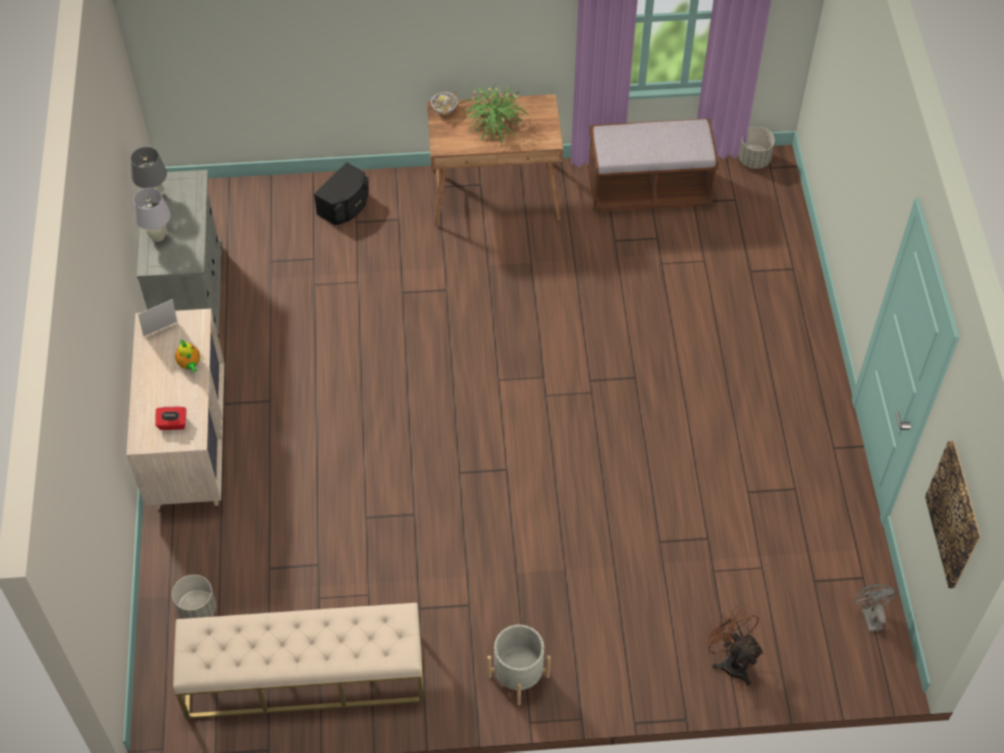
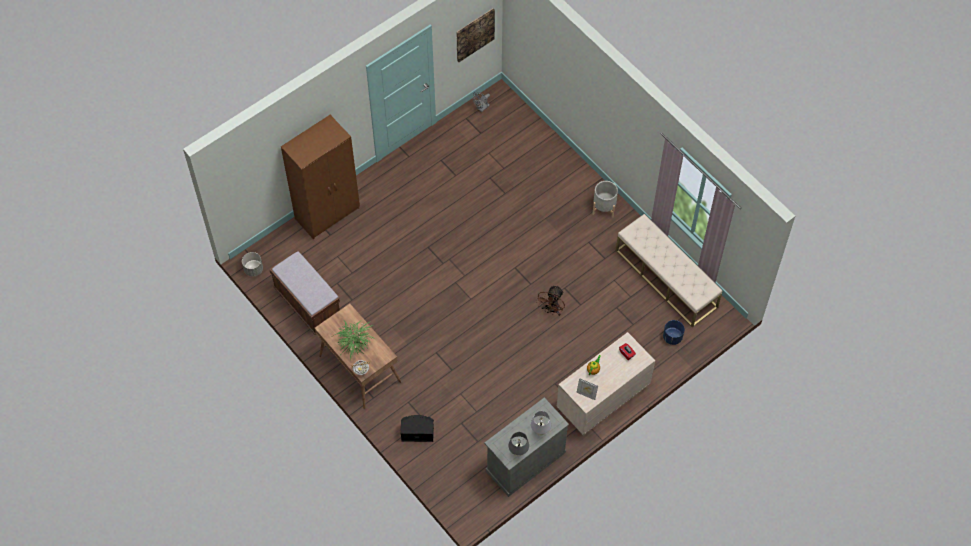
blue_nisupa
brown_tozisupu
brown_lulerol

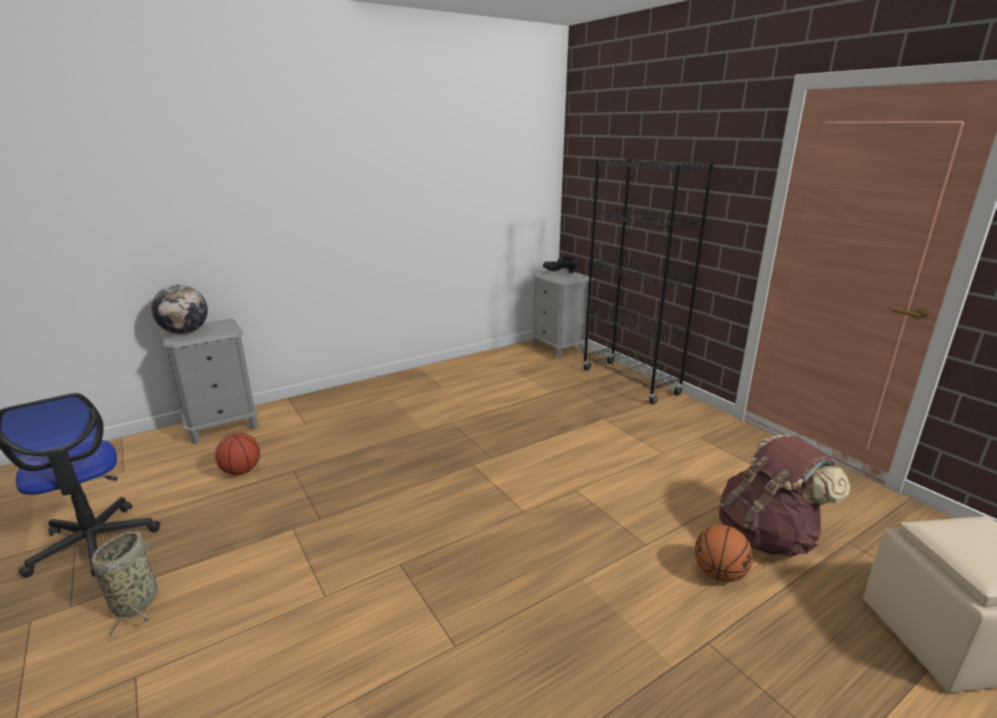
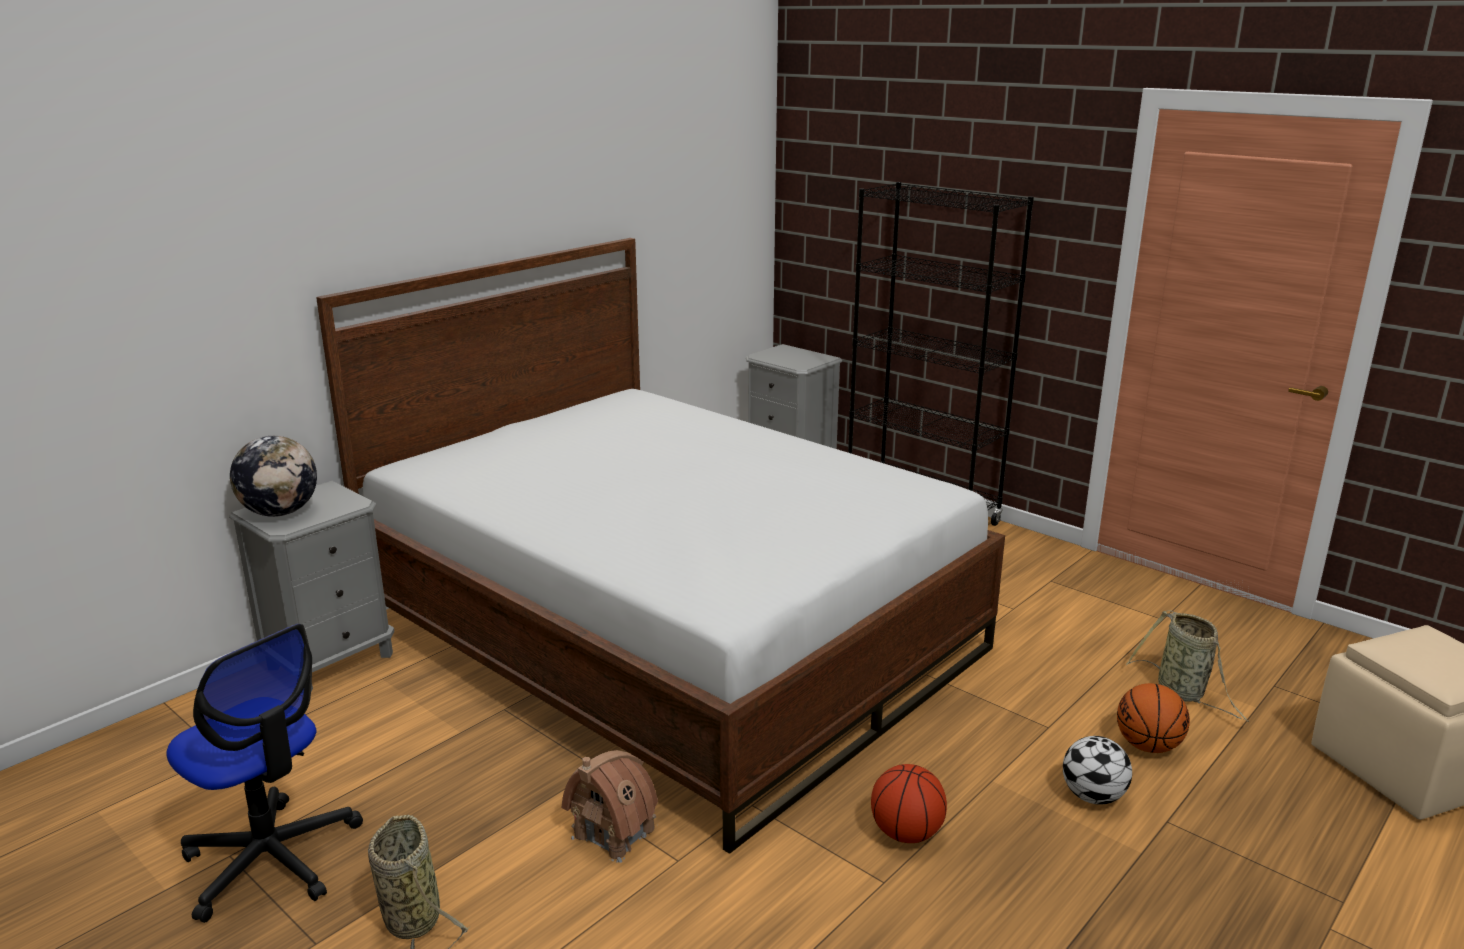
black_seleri
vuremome (1st from left)
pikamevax (2nd from left)
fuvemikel
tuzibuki
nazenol

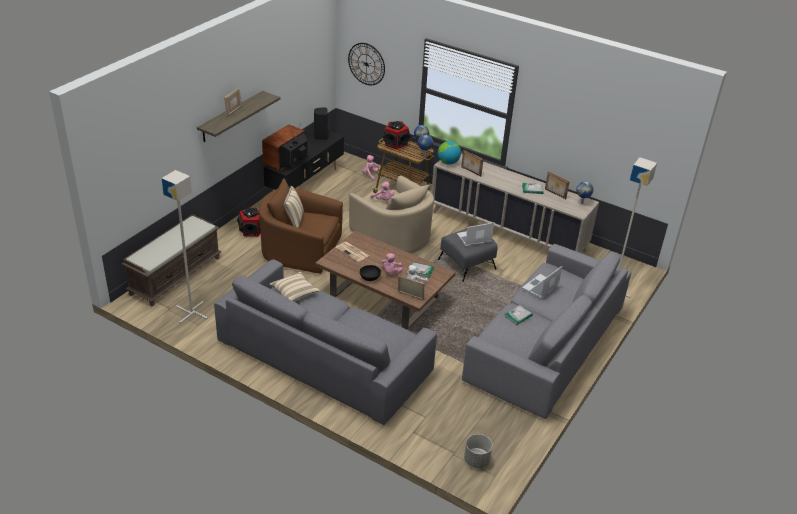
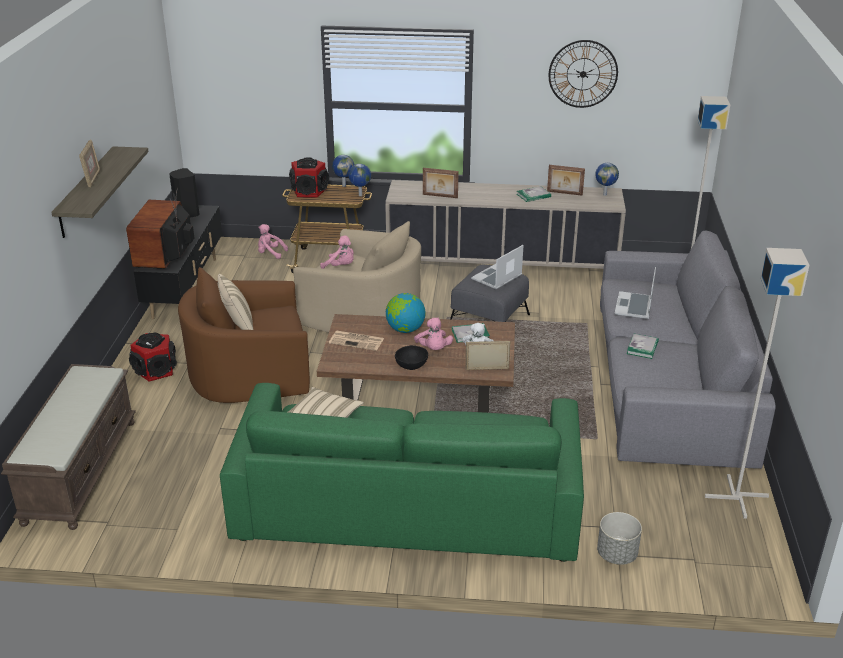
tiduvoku
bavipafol (3rd from left)
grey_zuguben (2nd from left)
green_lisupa
grey_nisupa

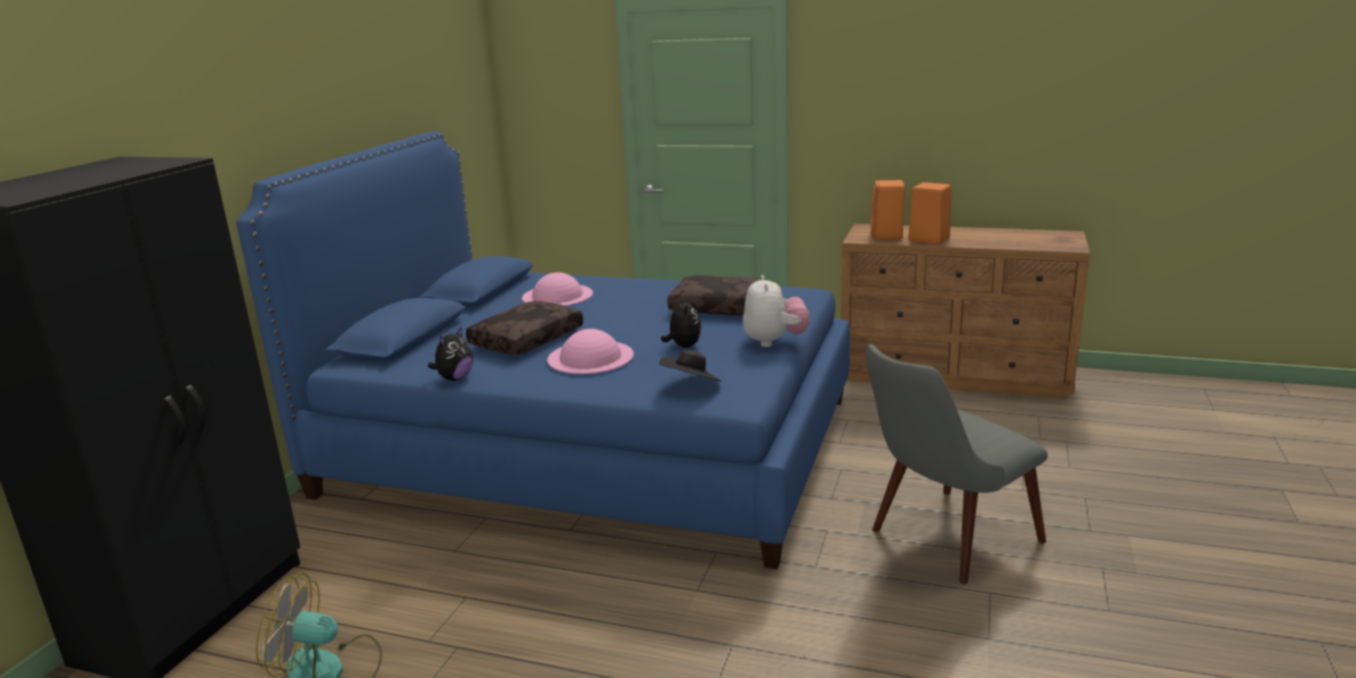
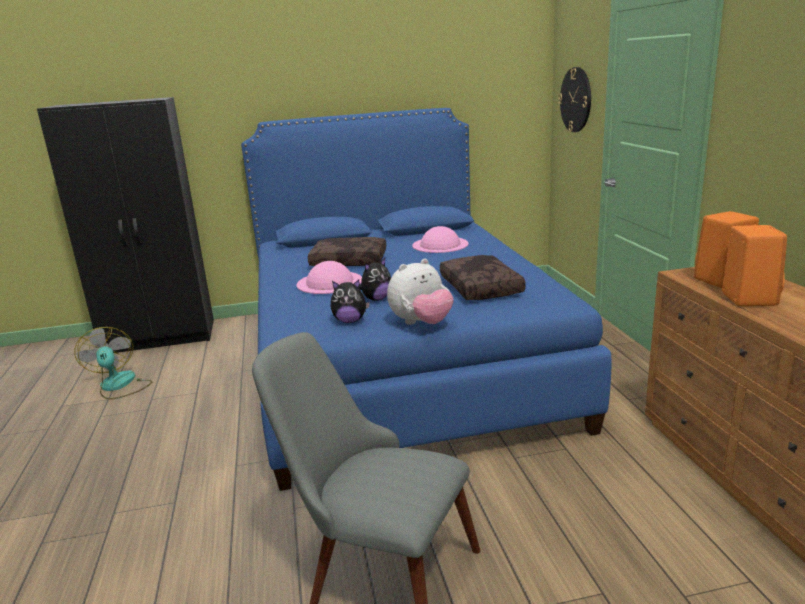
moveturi (1st from left)
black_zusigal
tiduvoku

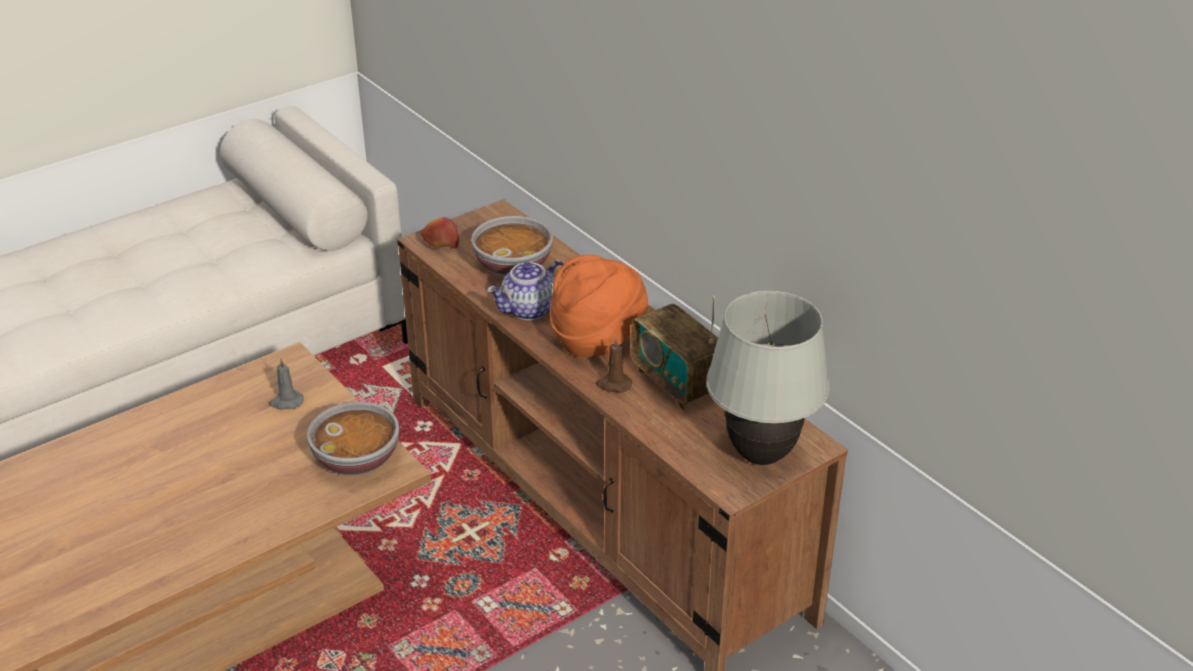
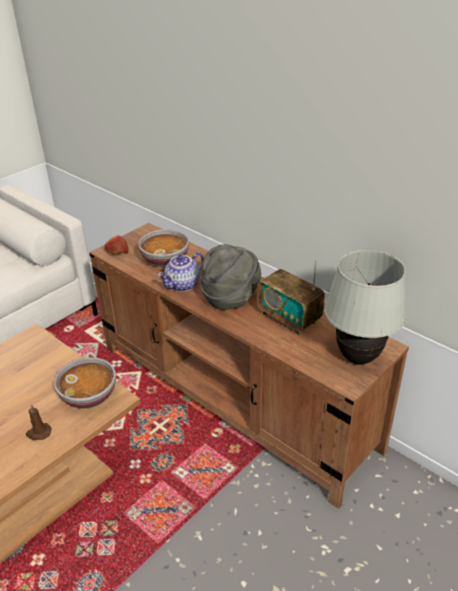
grey_zusigal
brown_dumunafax
grey_dumunafax

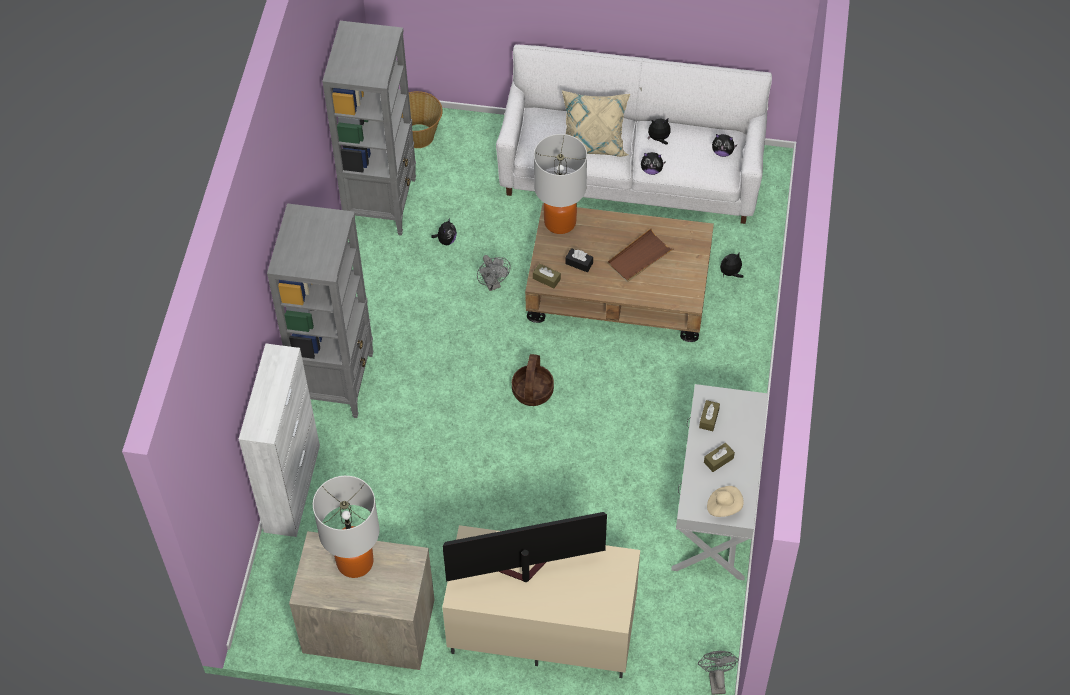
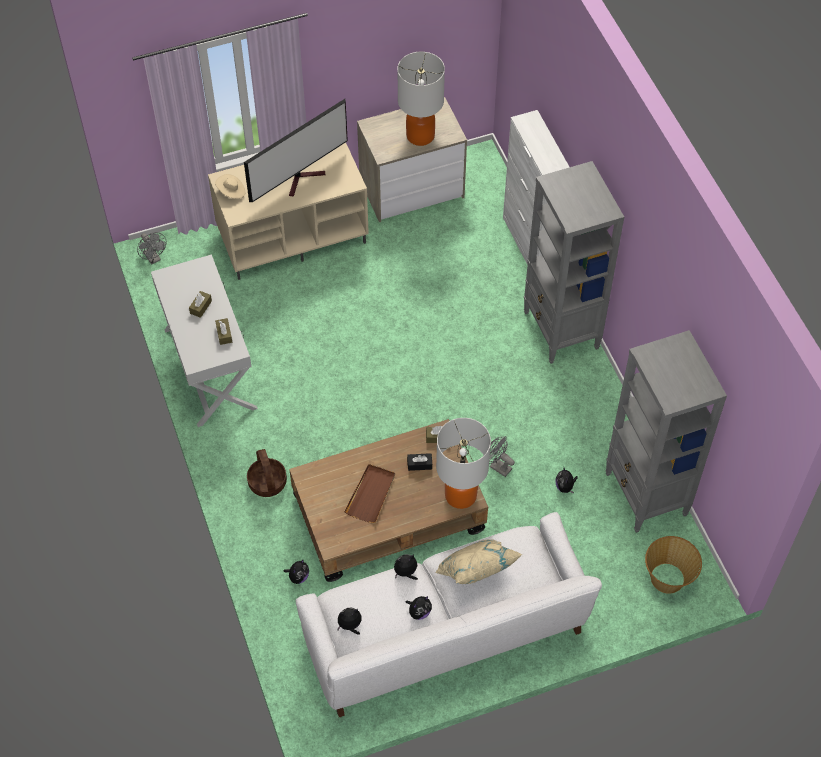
pikamevax (1st from left)
beige_zusigal

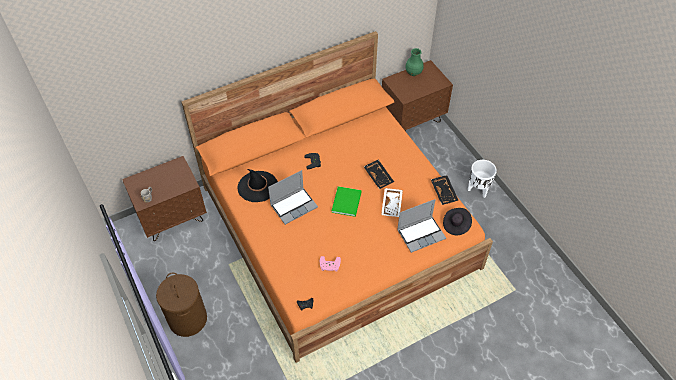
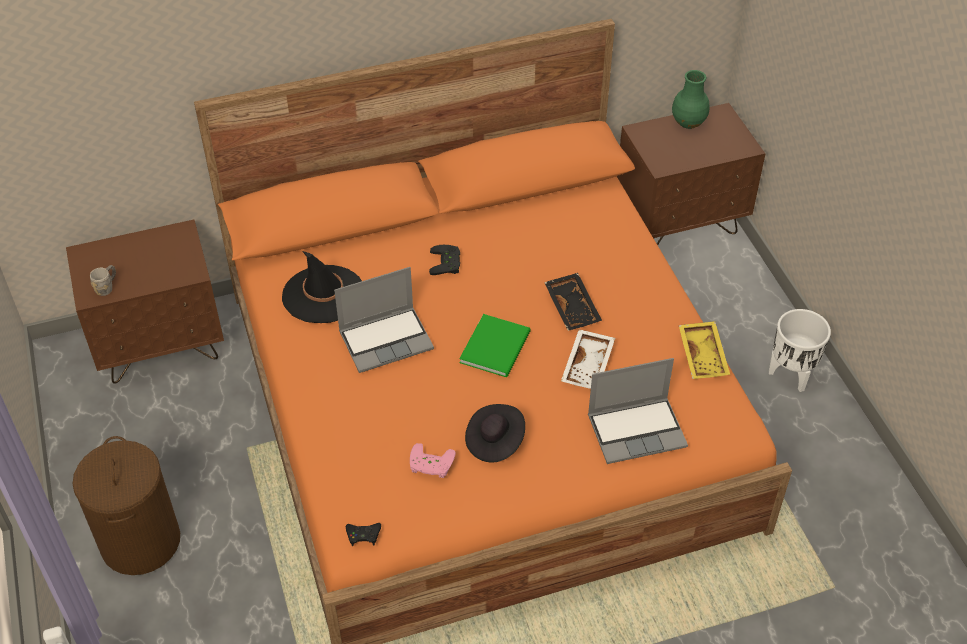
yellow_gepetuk
black_zusigal (2nd from left)

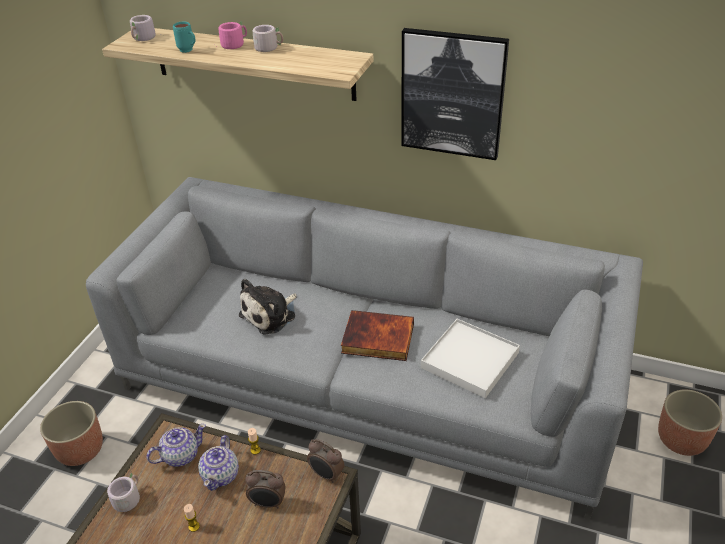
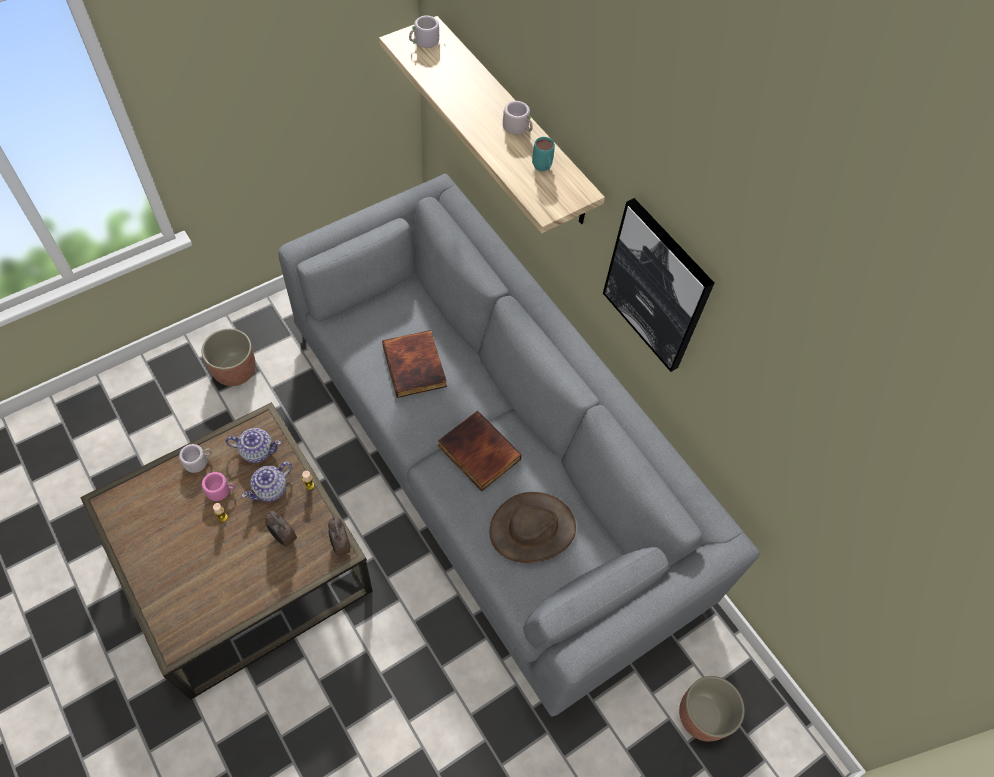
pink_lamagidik
turquoise_lamagidik
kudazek (1st from left)
brown_zusigal

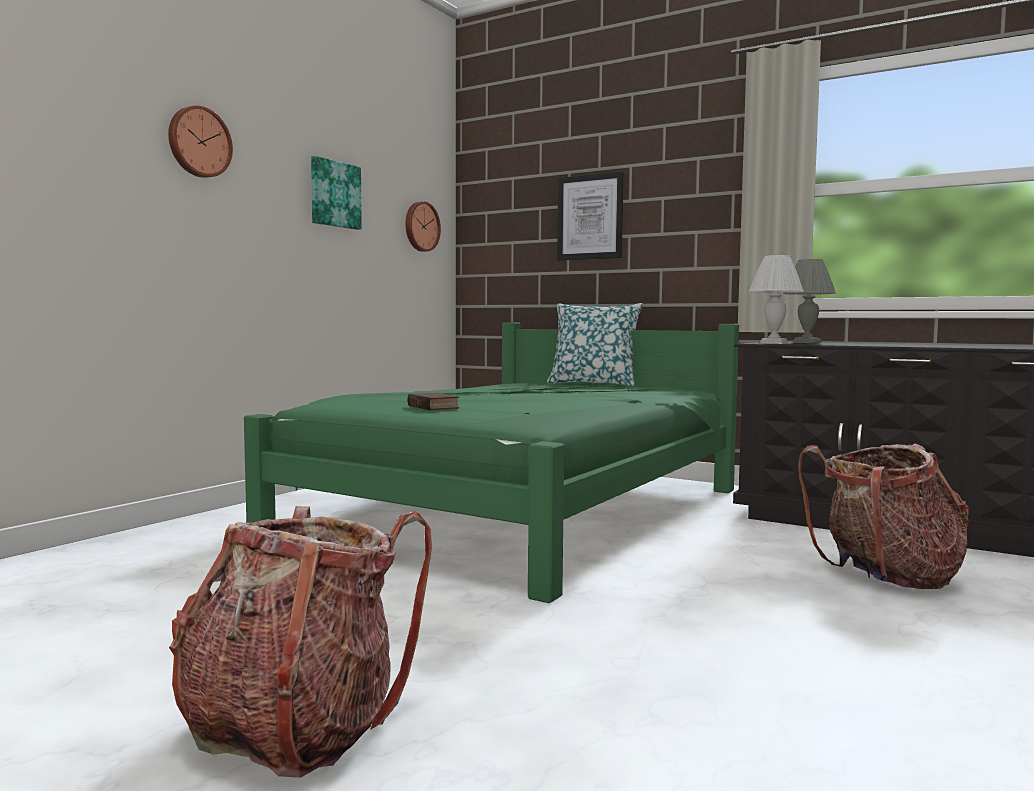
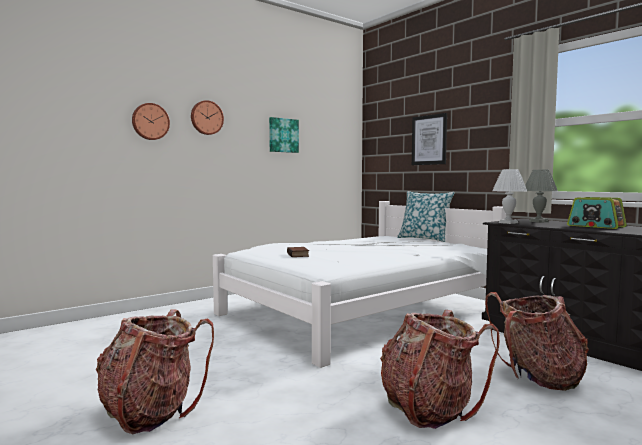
tiduvoku (1st from left)
white_fuvemikel
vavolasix
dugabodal (2nd from left)

